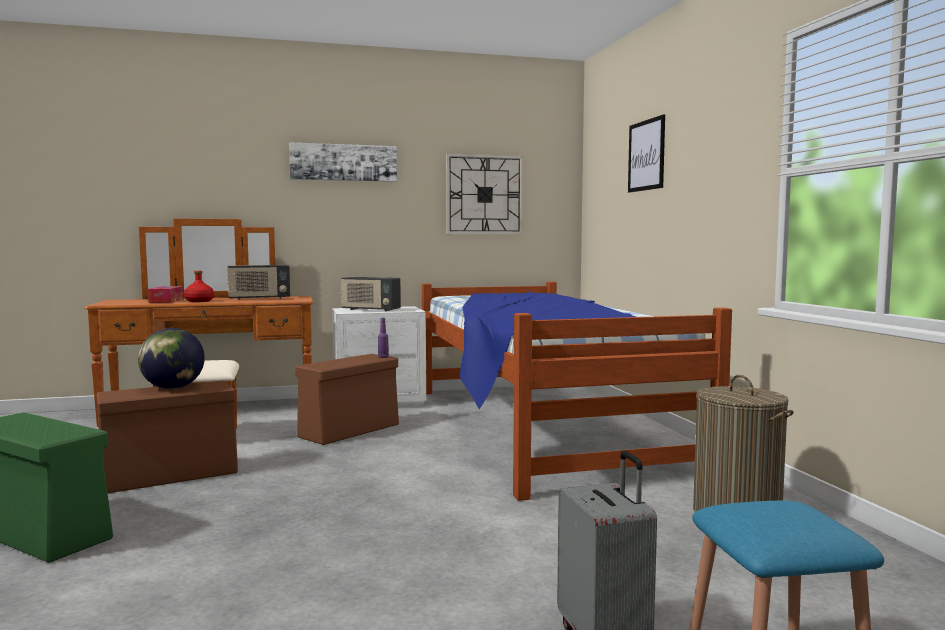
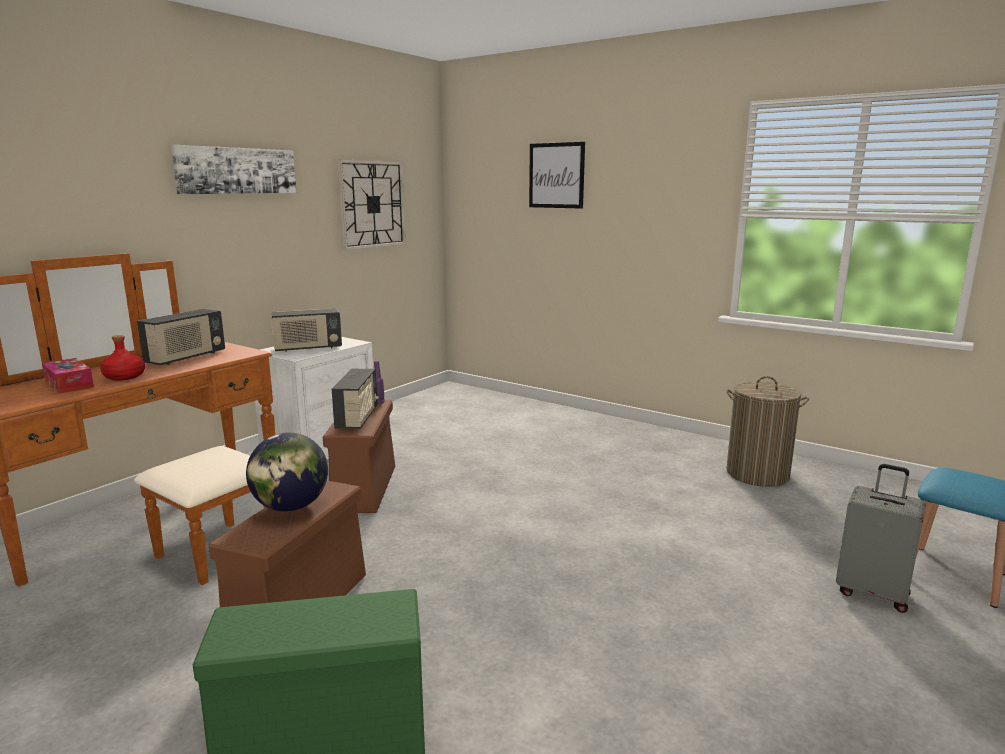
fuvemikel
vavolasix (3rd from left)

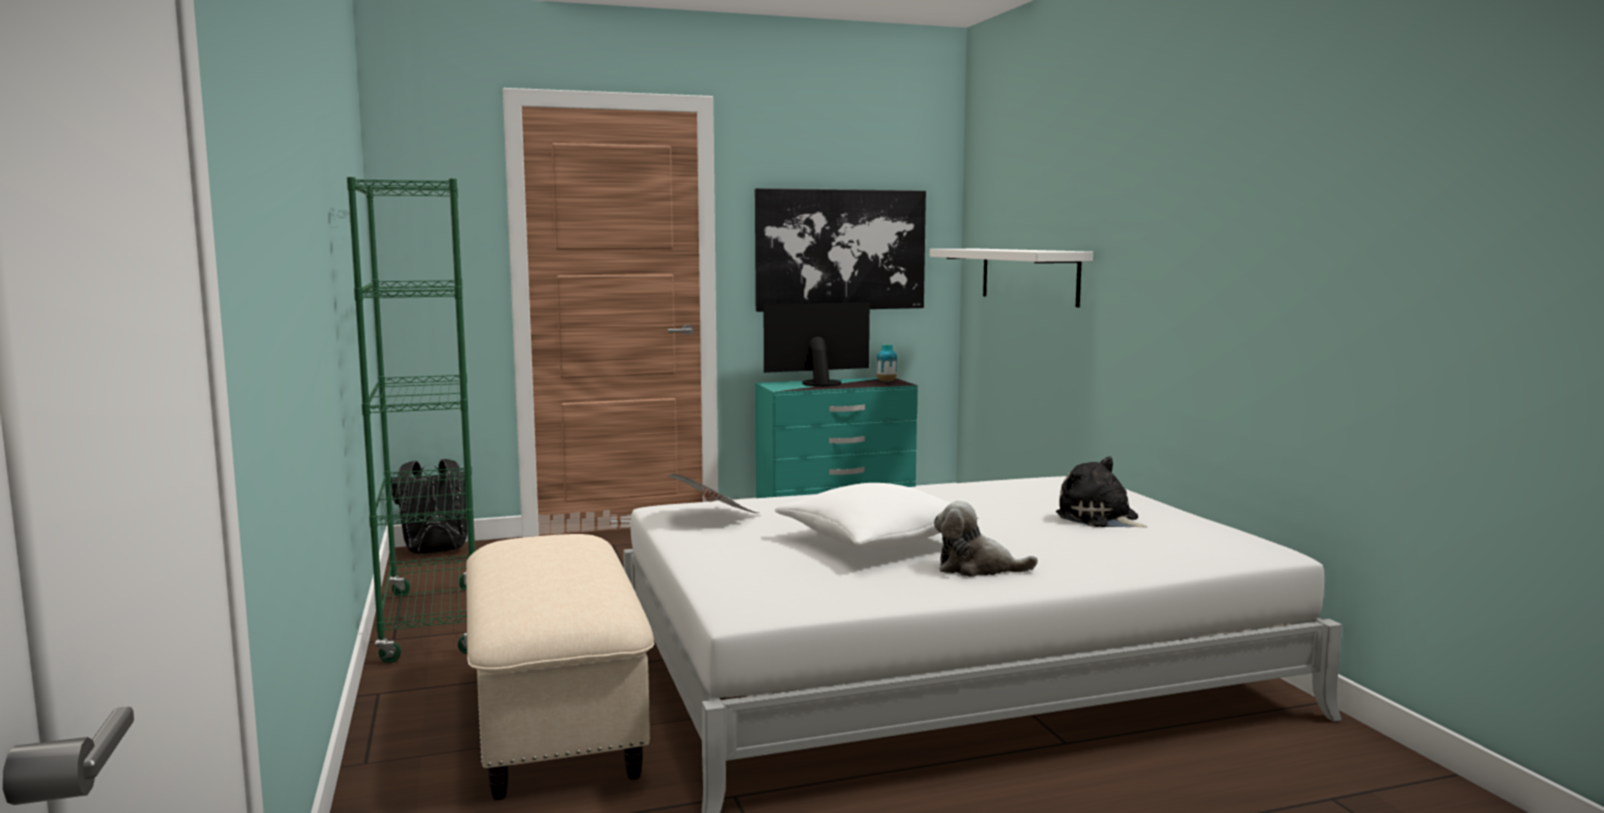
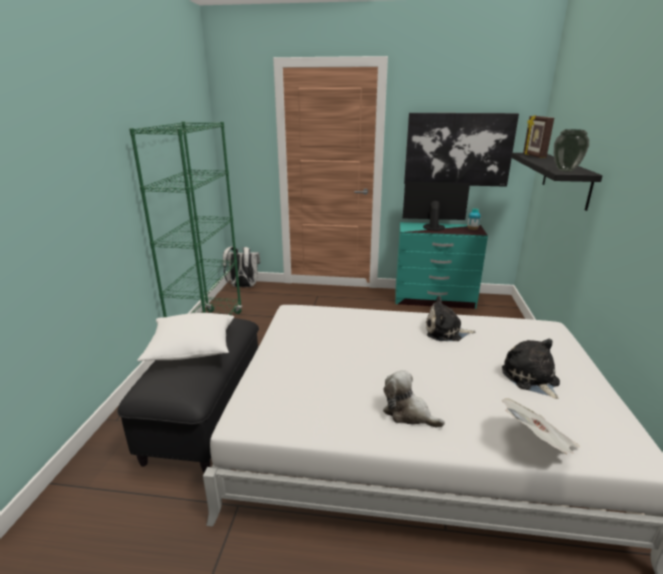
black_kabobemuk
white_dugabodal
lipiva
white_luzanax
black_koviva
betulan
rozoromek (2nd from left)
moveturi (2nd from left)

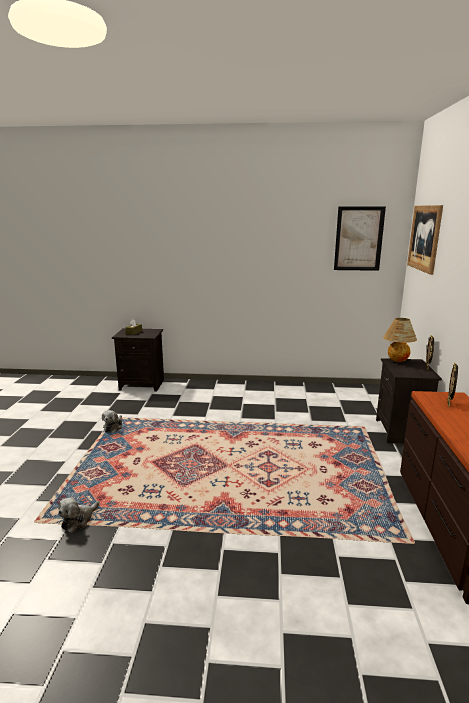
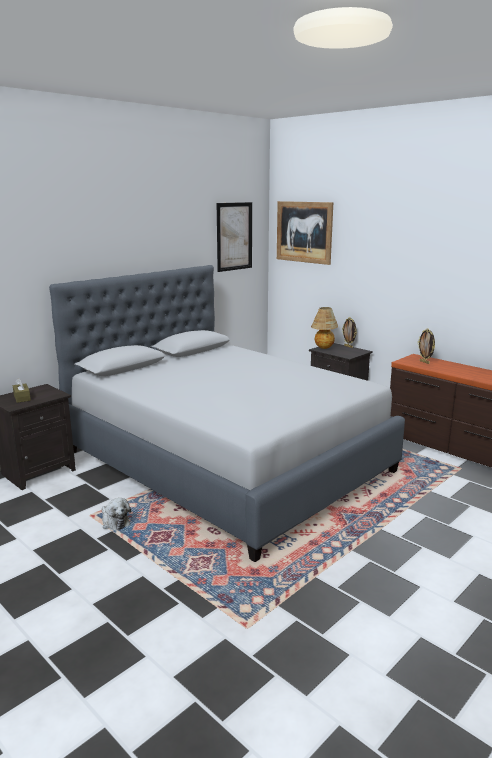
moveturi (1st from left in the first image)
grey_fuvemikel

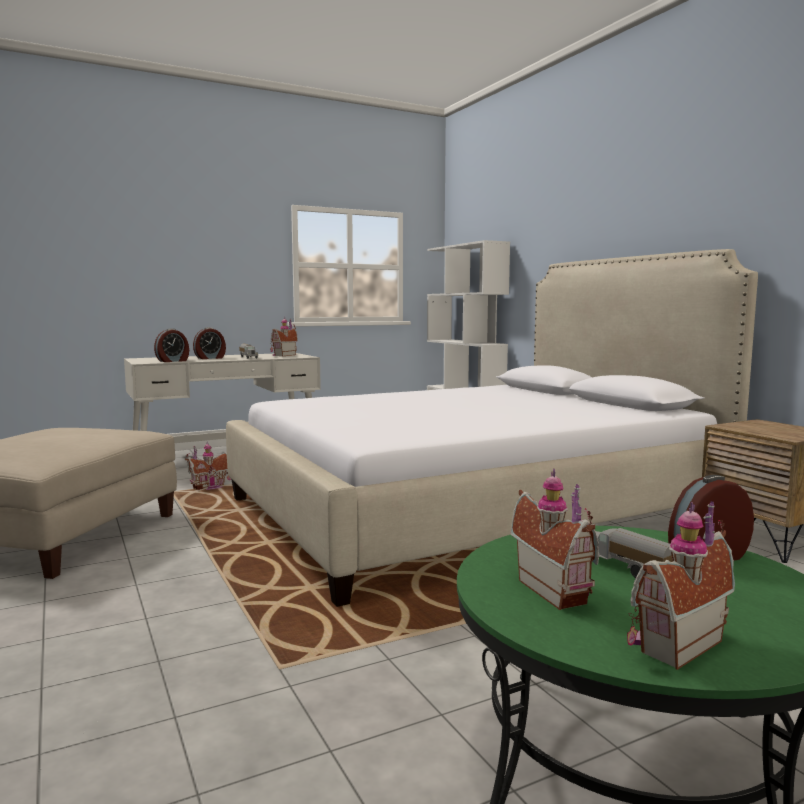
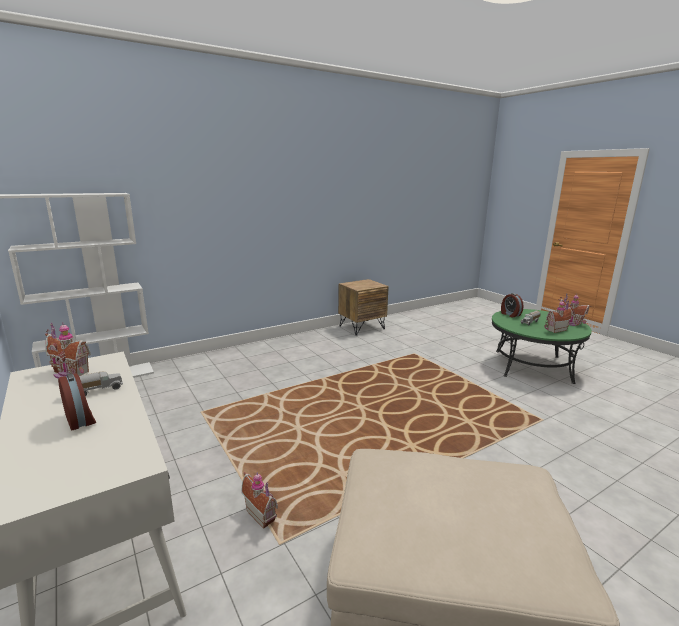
fuvemikel
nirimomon (1st from left in the first image)

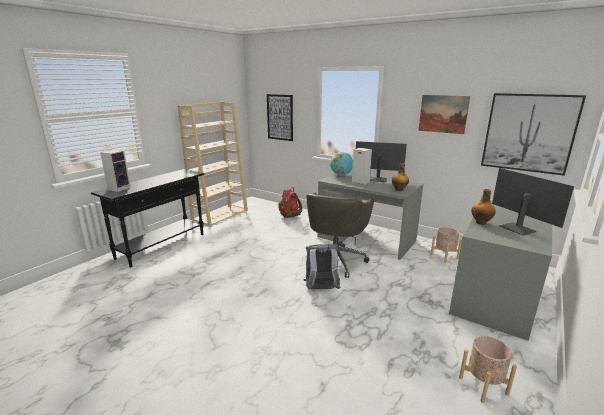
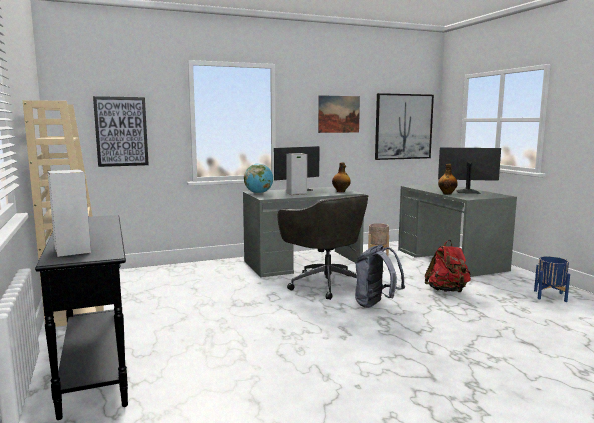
red_dugabodal
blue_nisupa

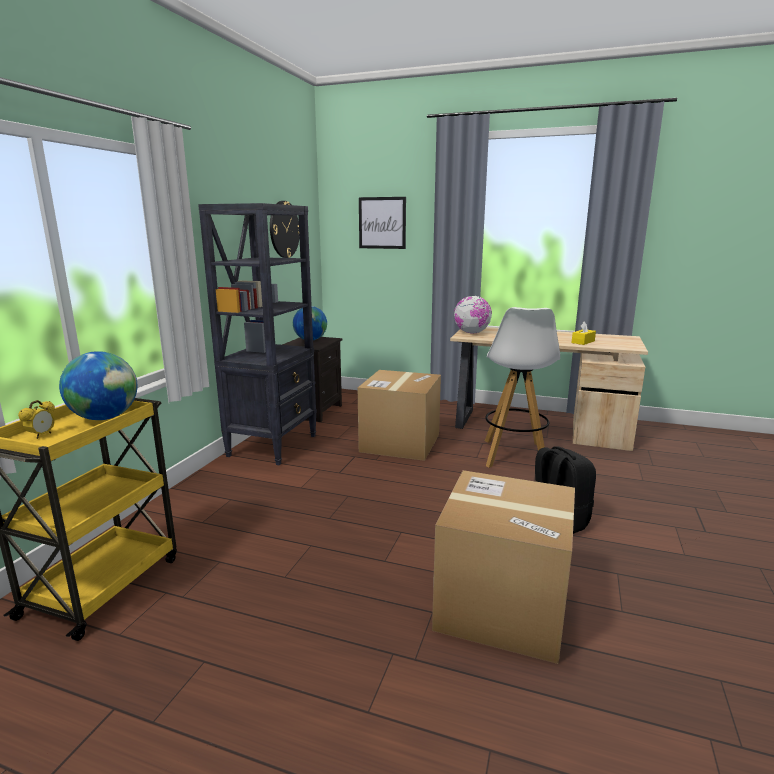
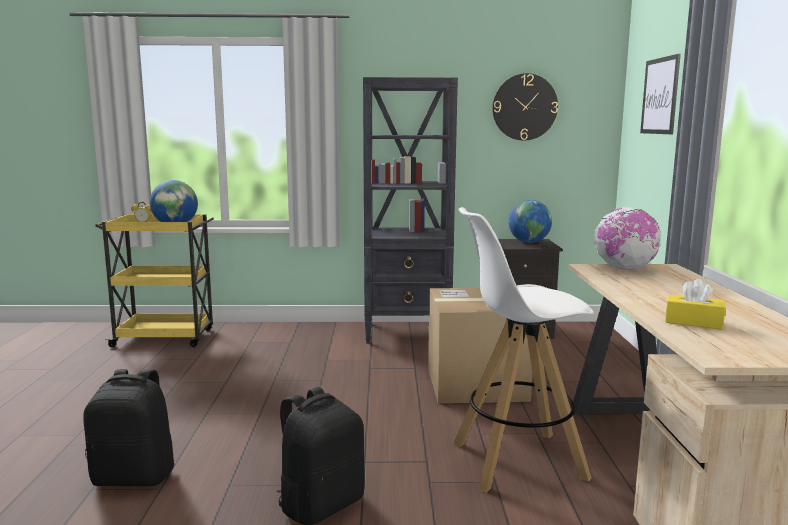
black_dugabodal (1st from left)

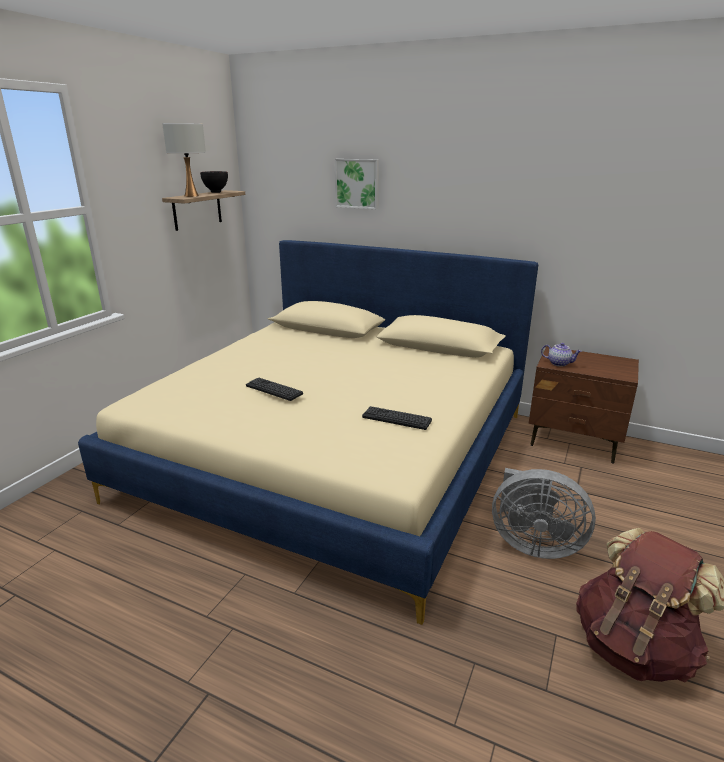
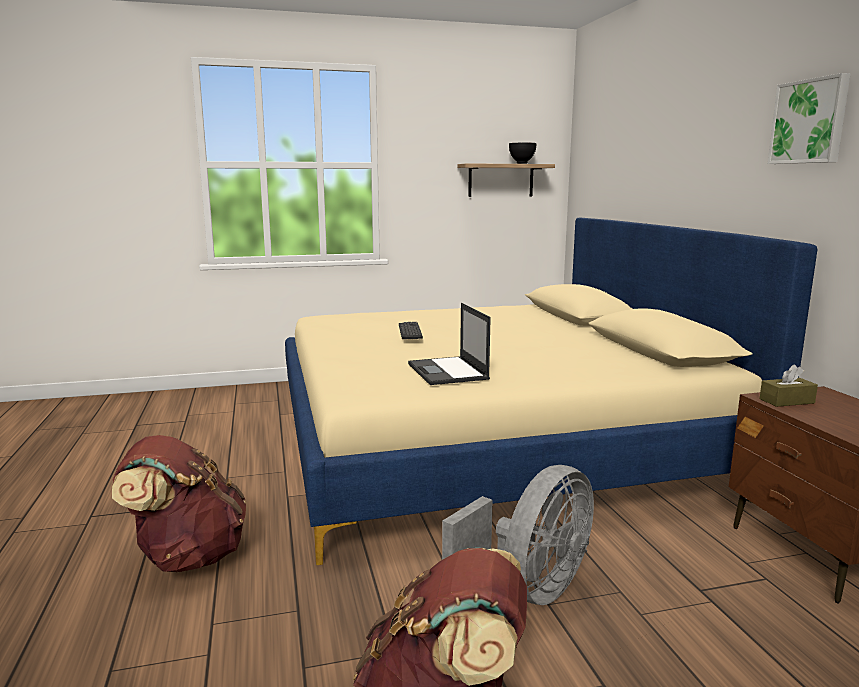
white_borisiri
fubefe
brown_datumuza
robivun
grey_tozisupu
brown_dugabodal (1st from left)

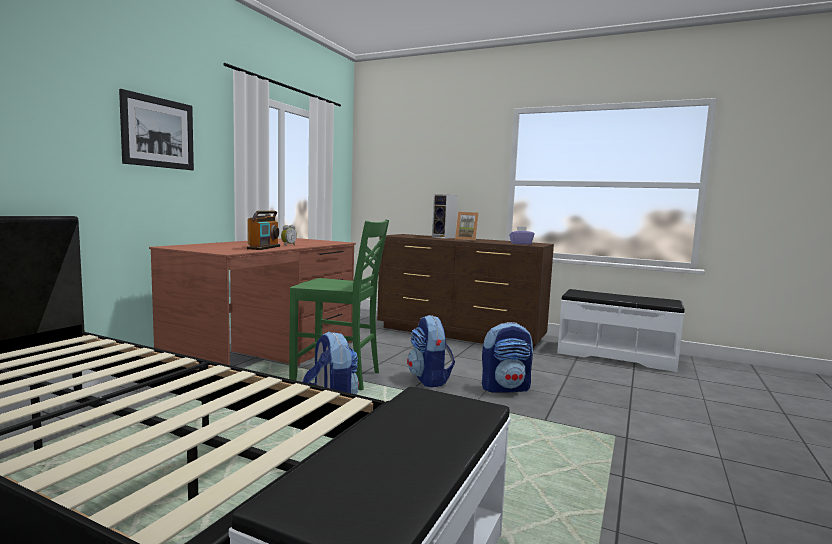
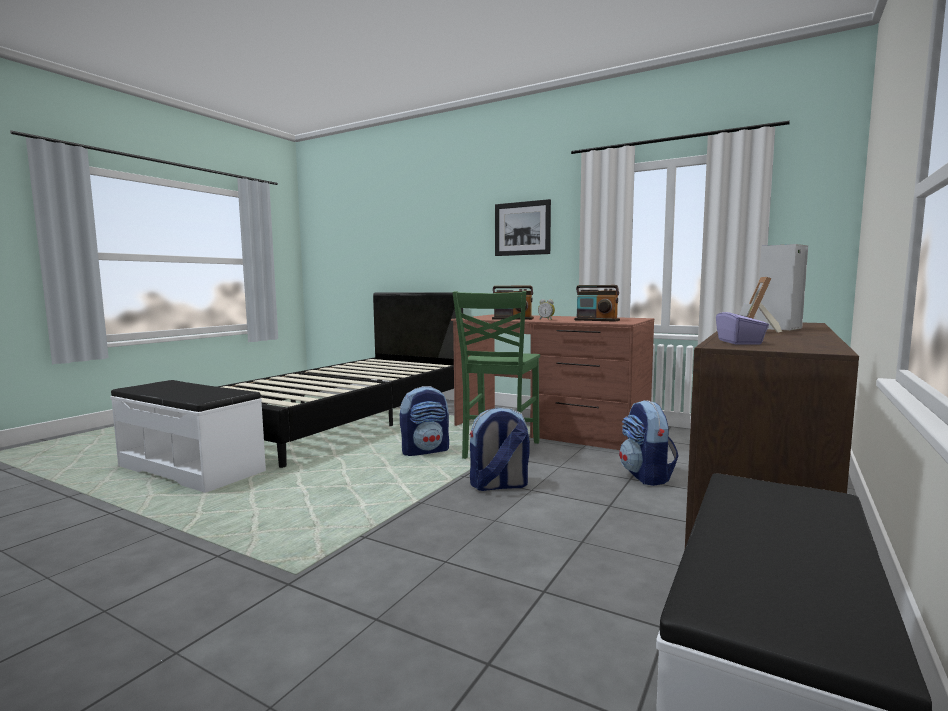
dugabodal (3rd from left)
vavolasix (2nd from left)

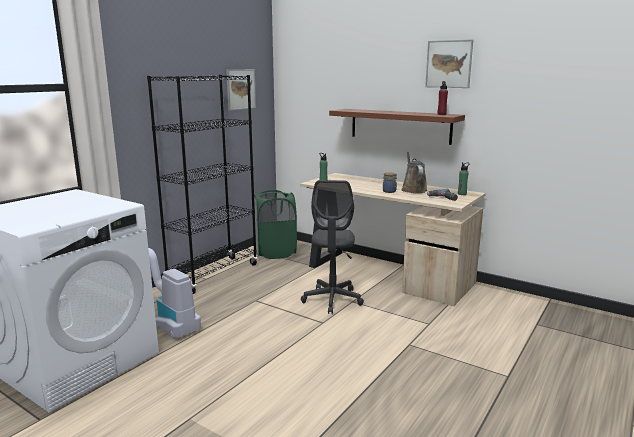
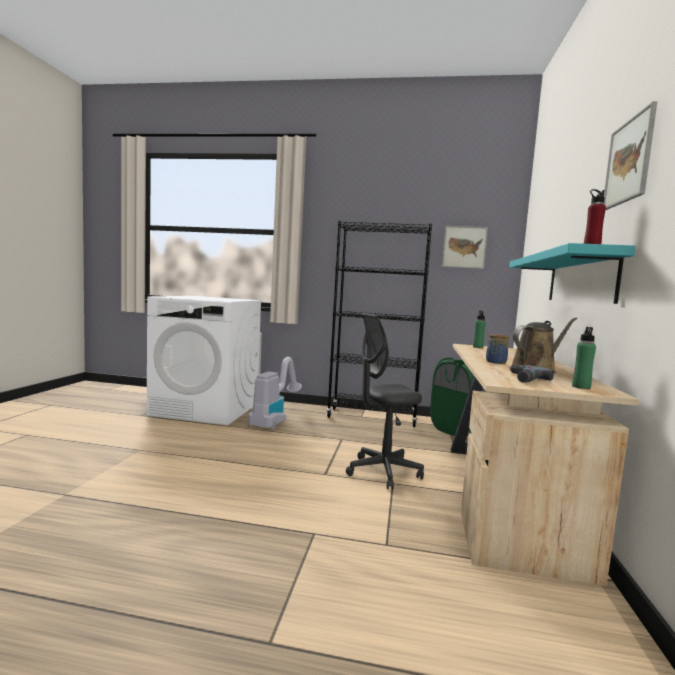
turquoise_kabobemuk

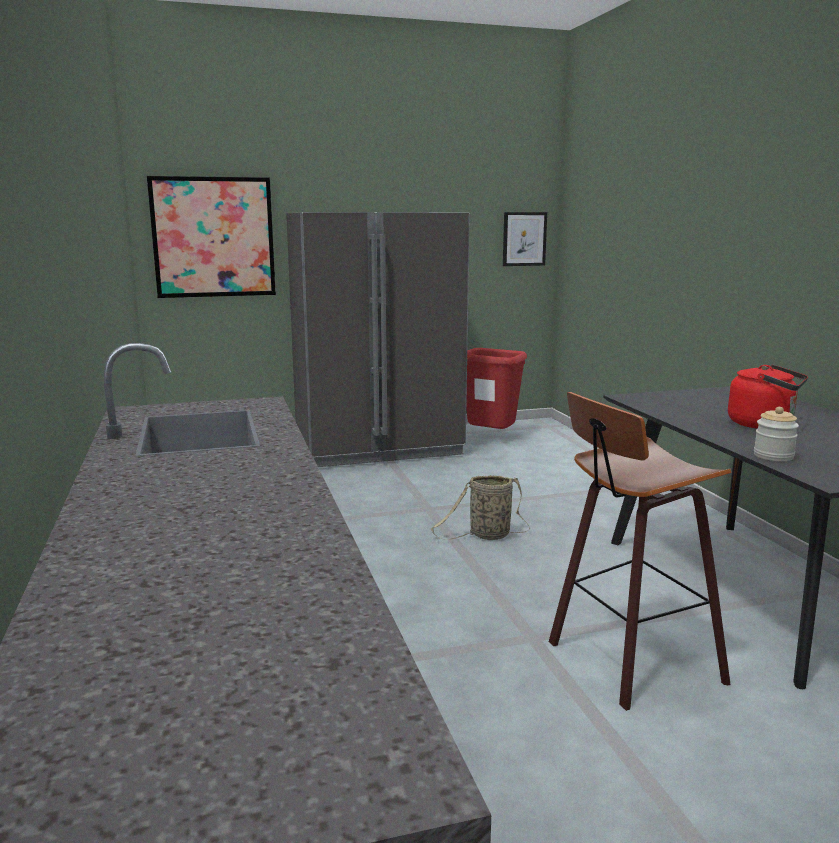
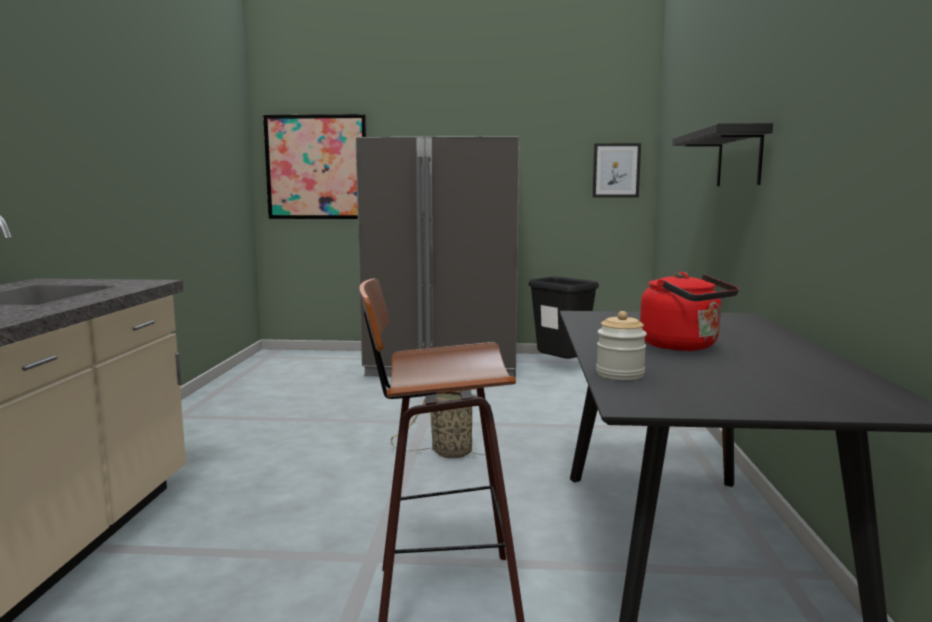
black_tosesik
black_kabobemuk

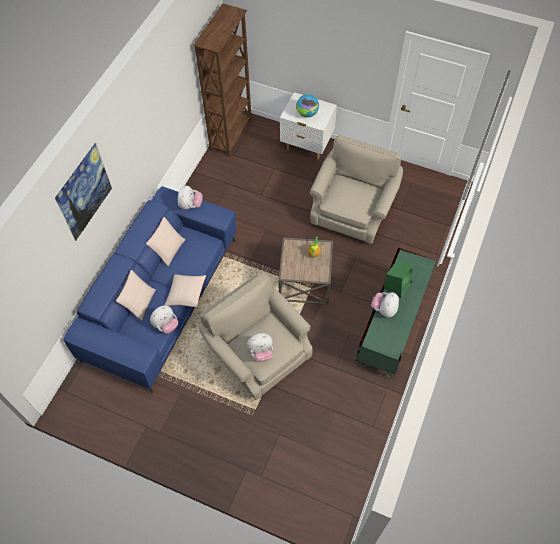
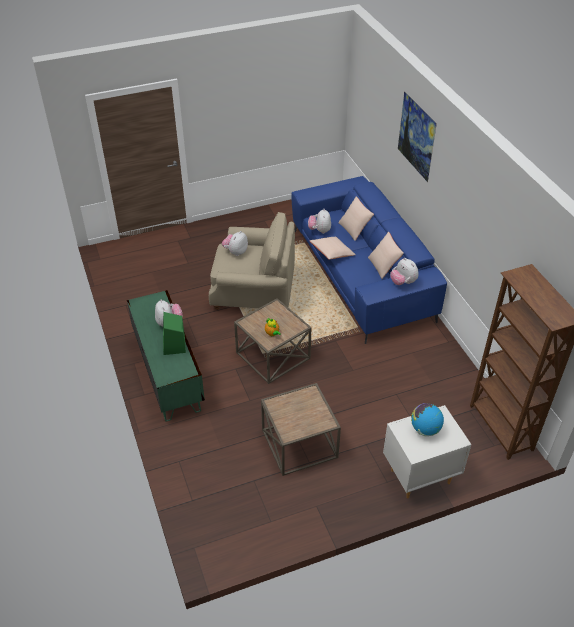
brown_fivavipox (2nd from left)

